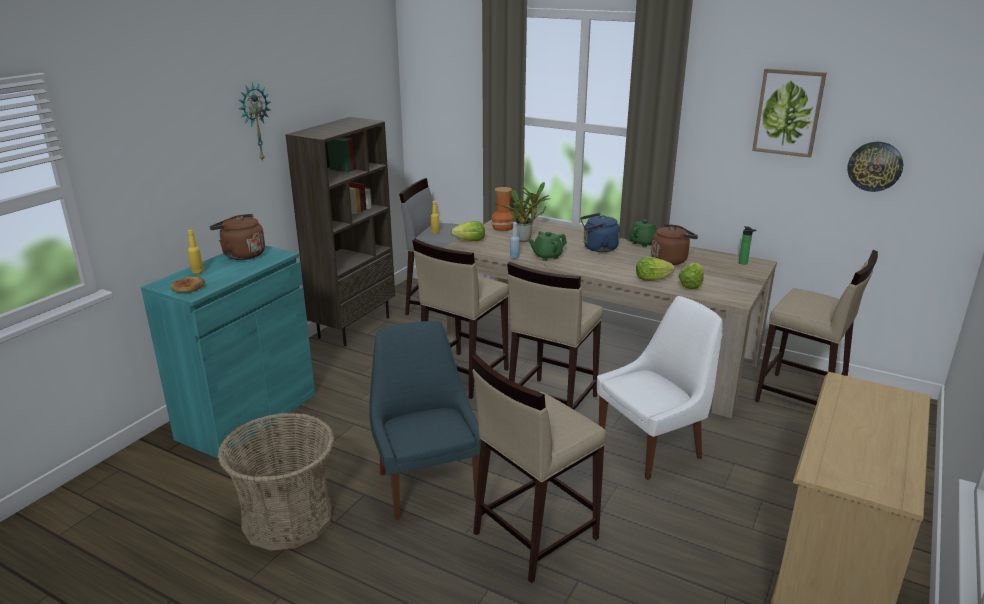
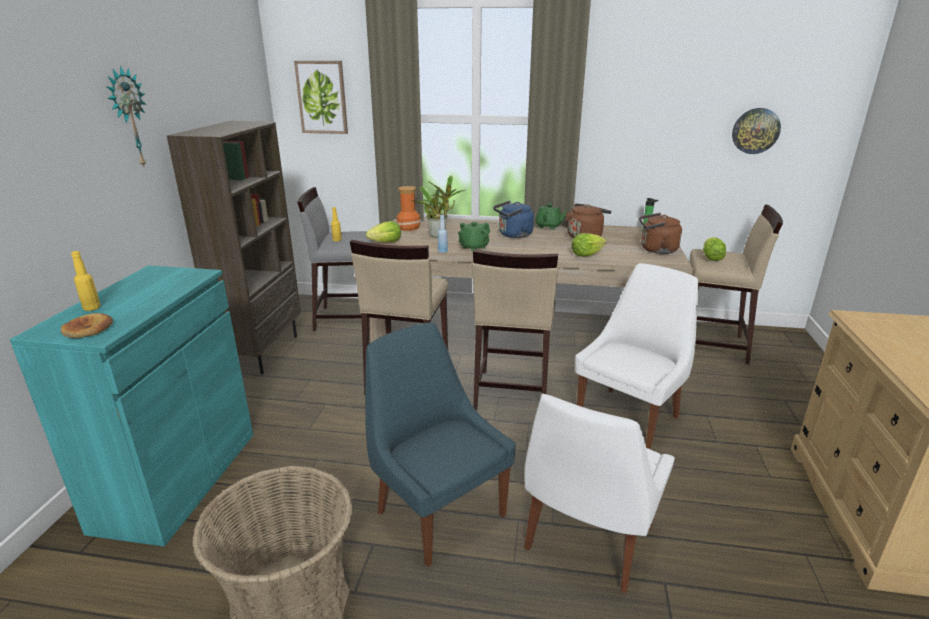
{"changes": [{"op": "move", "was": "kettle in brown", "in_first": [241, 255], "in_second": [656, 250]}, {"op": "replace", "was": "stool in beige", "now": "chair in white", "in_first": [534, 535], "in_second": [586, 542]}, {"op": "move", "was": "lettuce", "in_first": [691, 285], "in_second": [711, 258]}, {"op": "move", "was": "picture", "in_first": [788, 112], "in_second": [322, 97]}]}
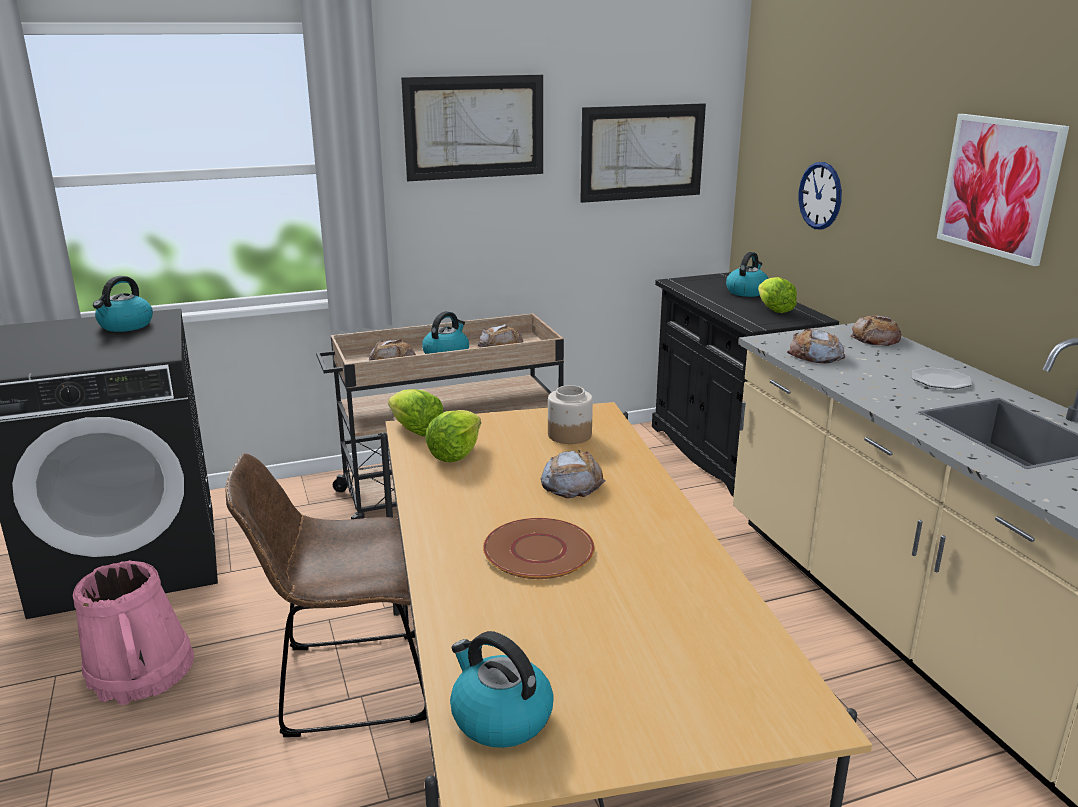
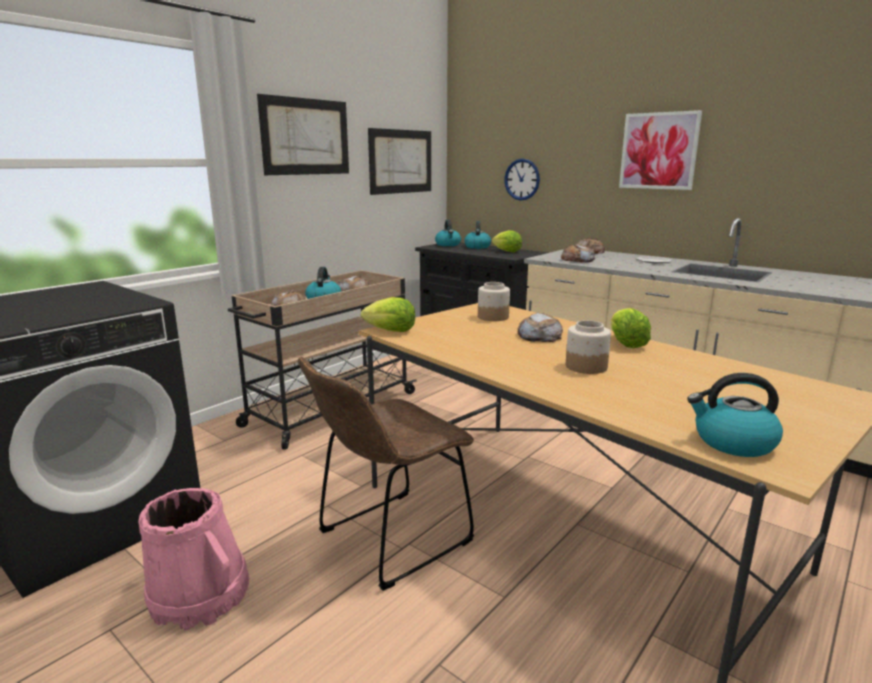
{"changes": [{"op": "move", "was": "kettle", "in_first": [125, 326], "in_second": [448, 245]}, {"op": "move", "was": "lettuce", "in_first": [455, 454], "in_second": [625, 343]}, {"op": "replace", "was": "plate in brown", "now": "jar", "in_first": [538, 550], "in_second": [585, 367]}]}
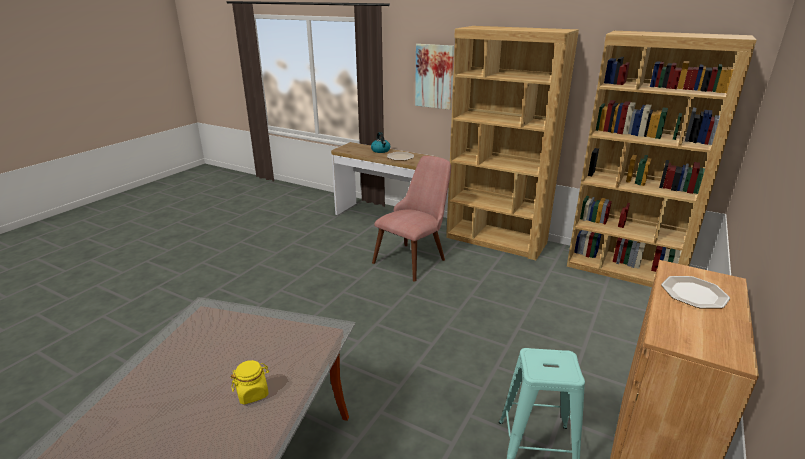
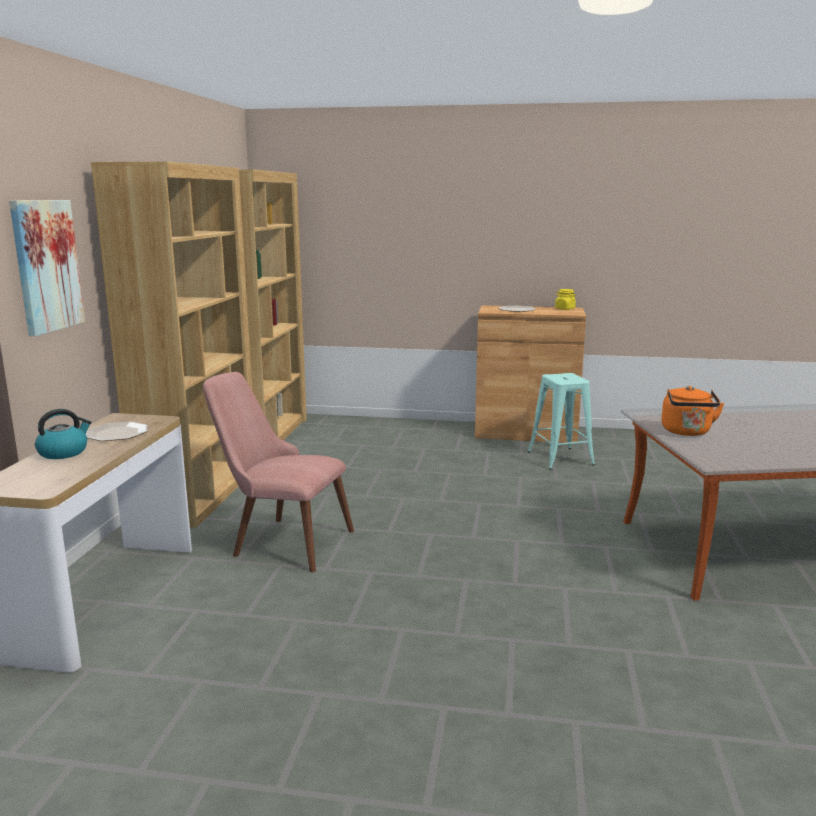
{"changes": [{"op": "move", "was": "jar in yellow", "in_first": [253, 393], "in_second": [564, 309]}, {"op": "insert", "now": "kettle in orange", "in_second": [687, 432]}]}
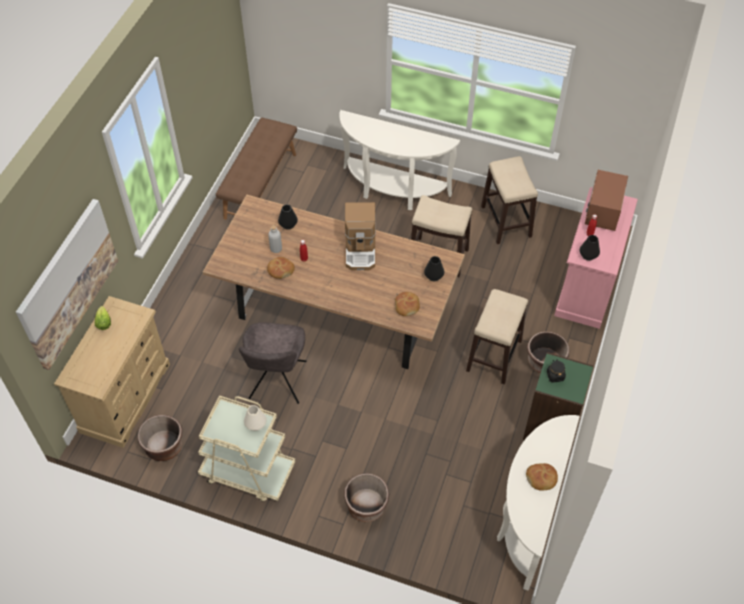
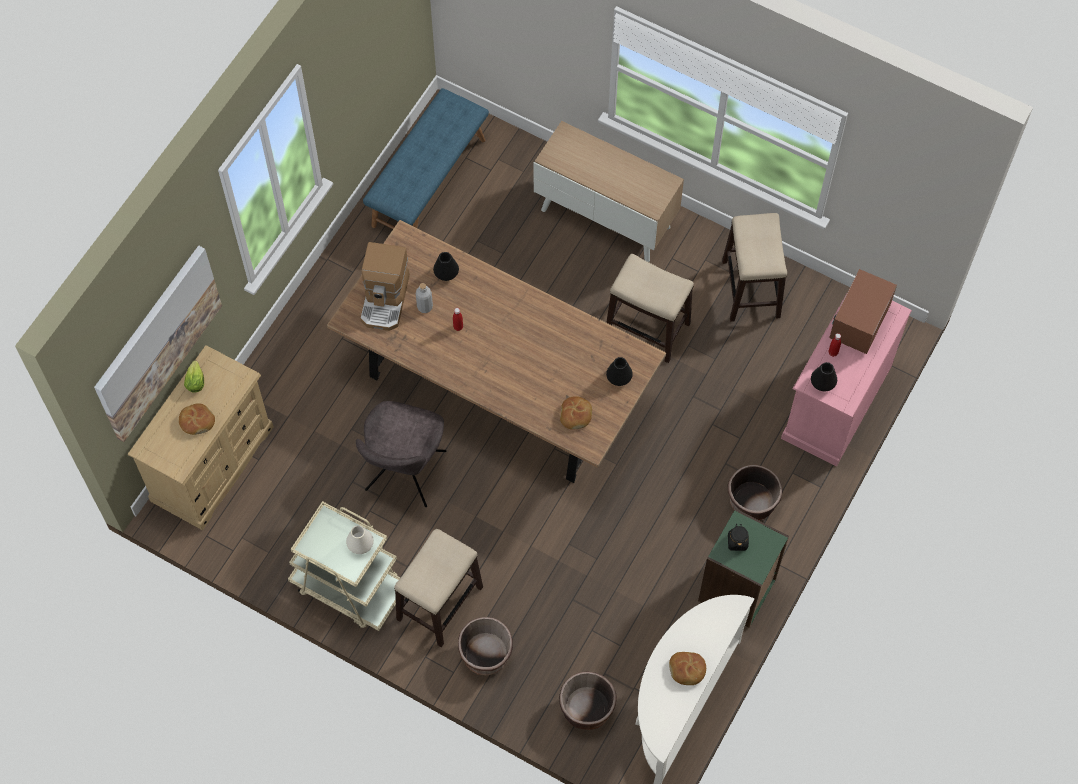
{"changes": [{"op": "move", "was": "planter in brown", "in_first": [164, 447], "in_second": [587, 709]}, {"op": "recolor", "was": "bench in brown", "now": "bench in blue", "in_first": [260, 185], "in_second": [428, 182]}, {"op": "move", "was": "bread", "in_first": [280, 270], "in_second": [197, 421]}, {"op": "replace", "was": "console table in white", "now": "cabinet", "in_first": [392, 191], "in_second": [606, 218]}, {"op": "move", "was": "coffee machine", "in_first": [361, 249], "in_second": [386, 299]}, {"op": "move", "was": "stool", "in_first": [494, 356], "in_second": [439, 604]}]}
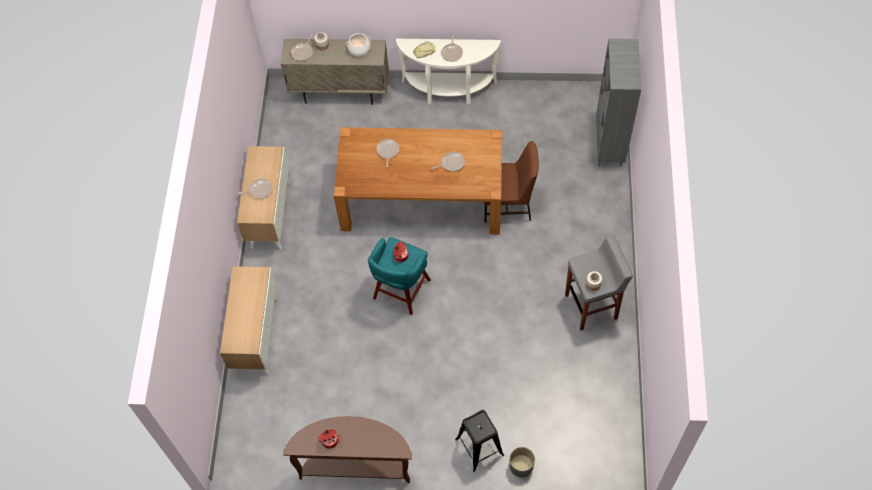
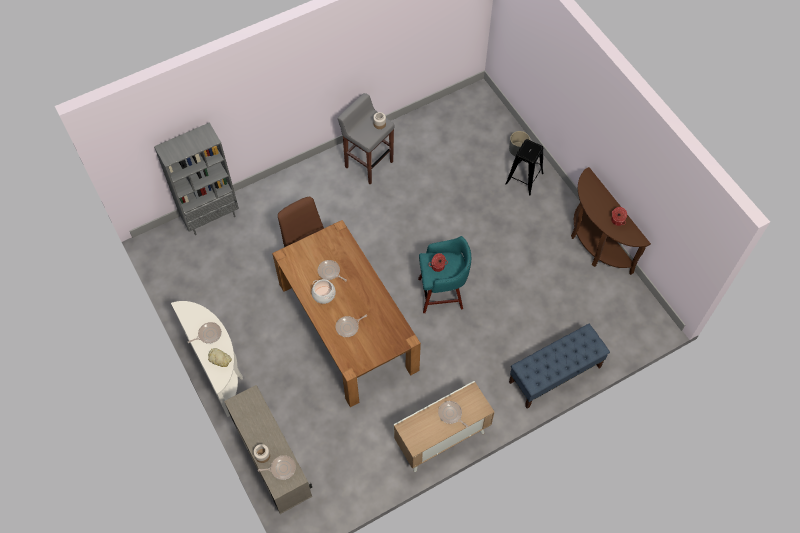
{"changes": [{"op": "replace", "was": "cabinet", "now": "bench in blue", "in_first": [256, 335], "in_second": [554, 375]}, {"op": "move", "was": "cooking pot", "in_first": [359, 49], "in_second": [324, 294]}]}
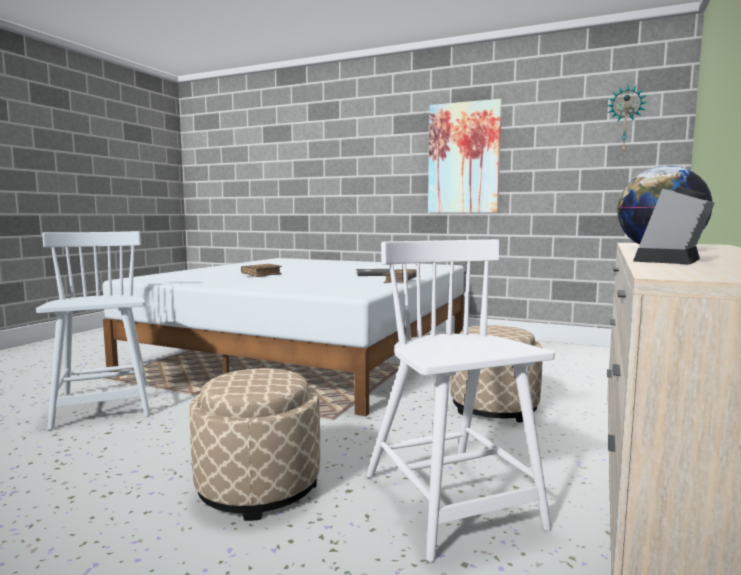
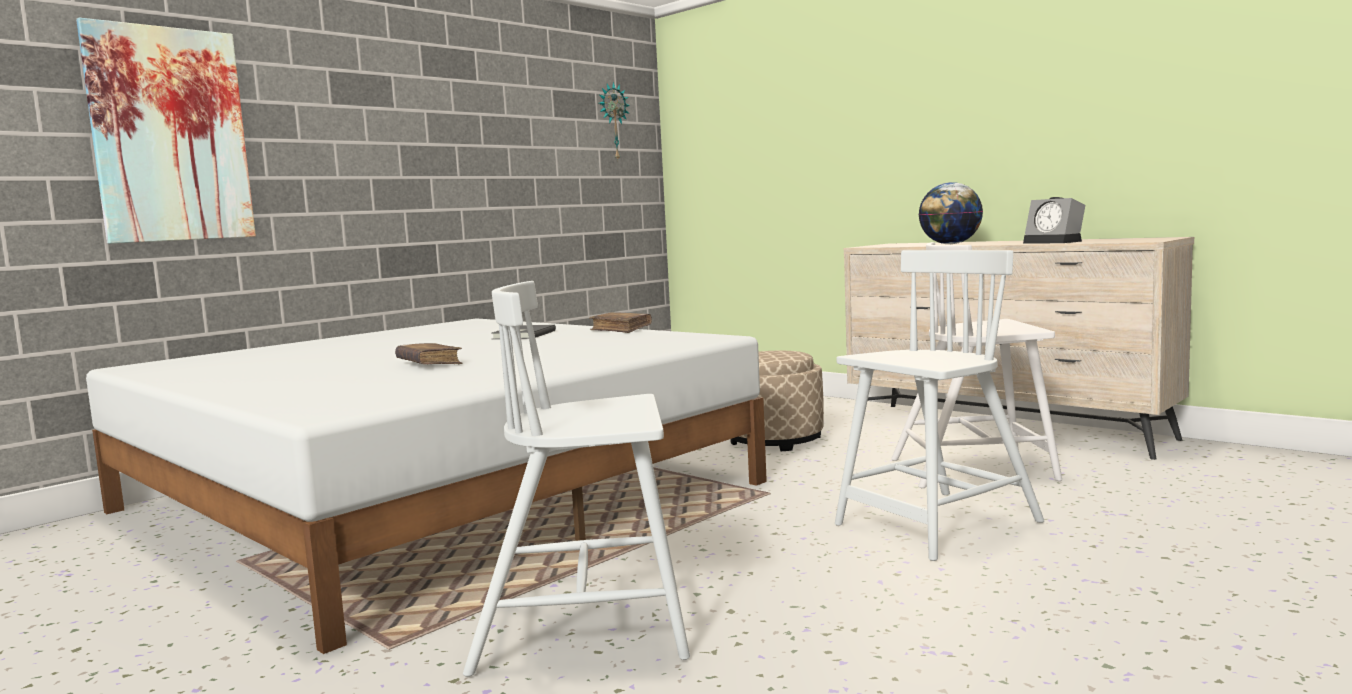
{"changes": [{"op": "replace", "was": "ottoman in beige", "now": "chair in white", "in_first": [258, 487], "in_second": [936, 525]}, {"op": "move", "was": "picture", "in_first": [463, 158], "in_second": [170, 135]}]}
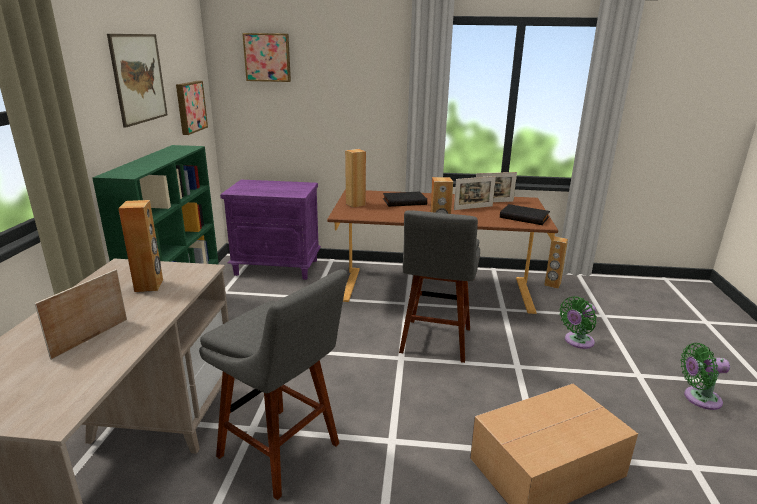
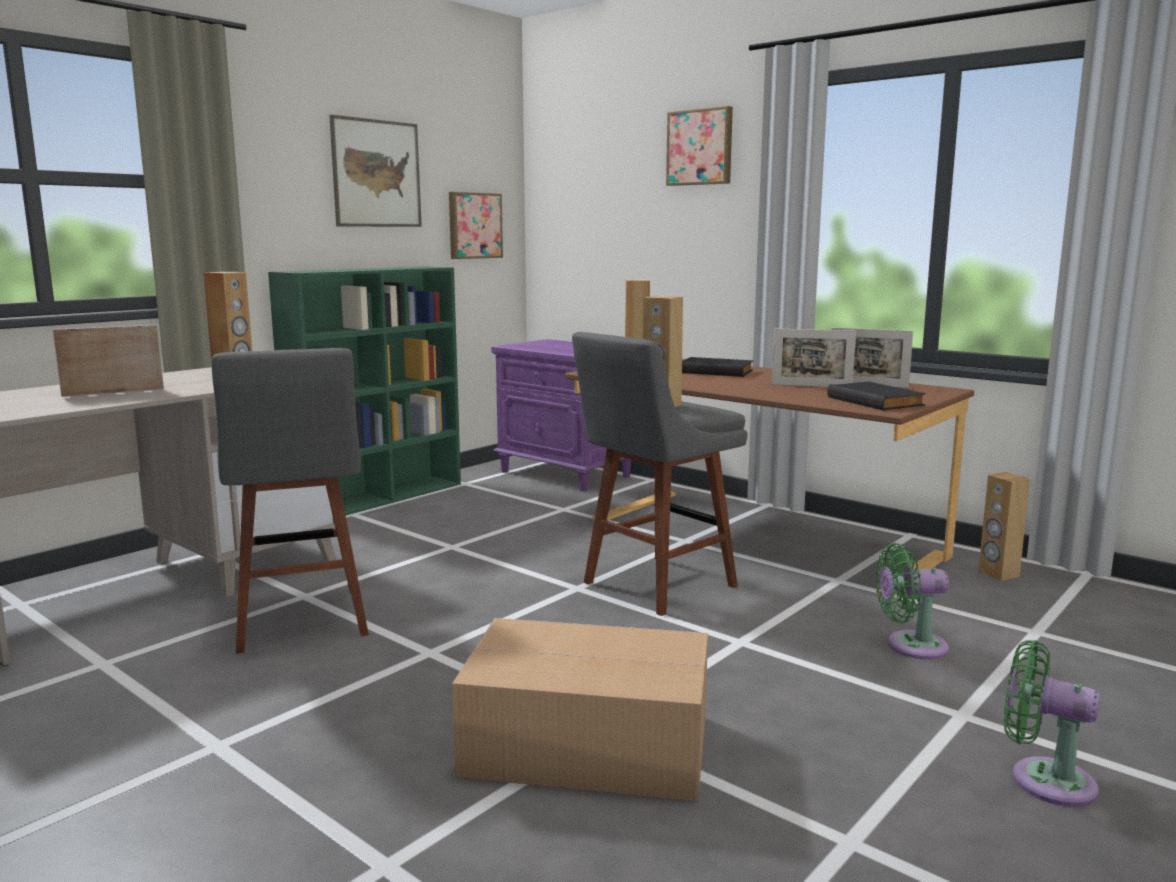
{"changes": [{"op": "move", "was": "picture", "in_first": [267, 57], "in_second": [700, 147]}]}
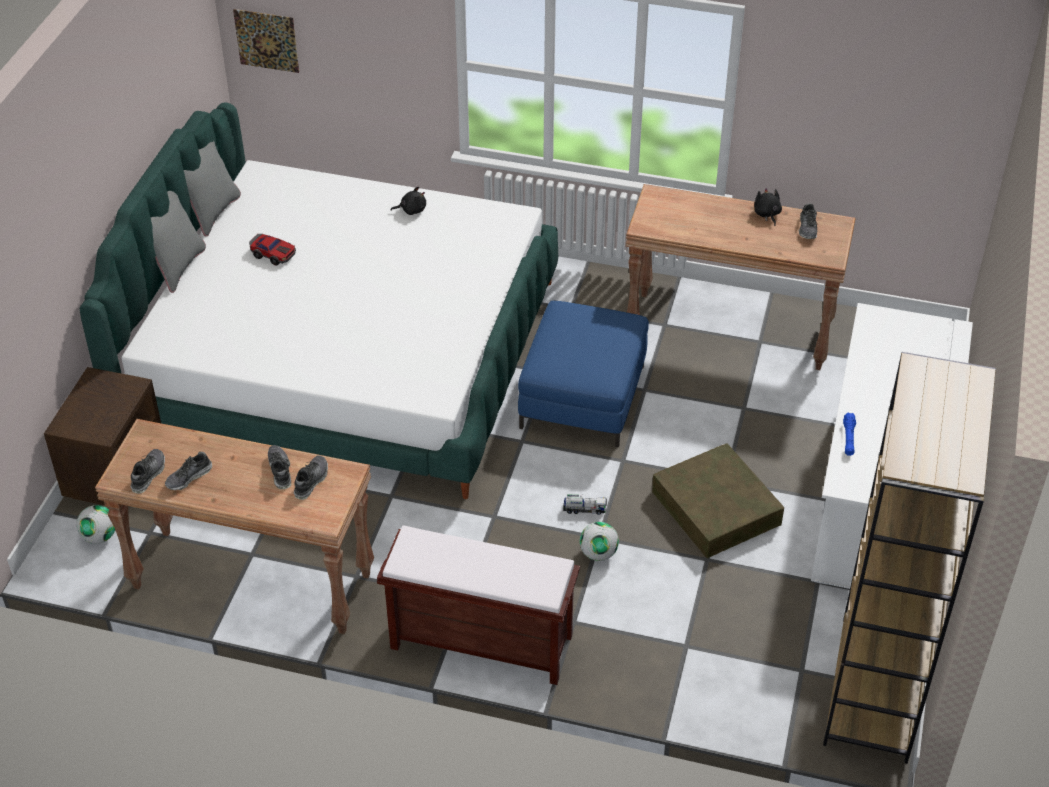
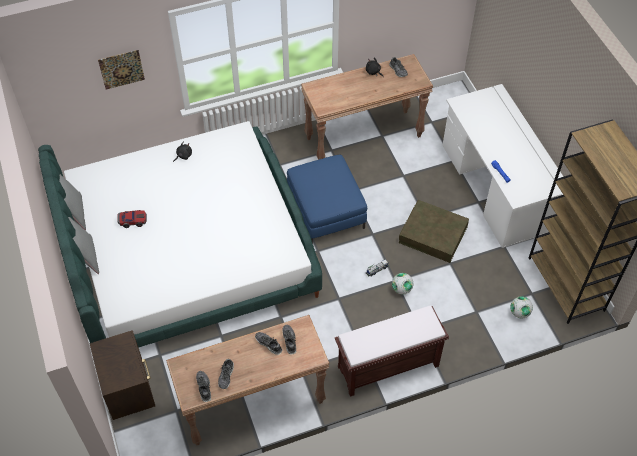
{"changes": [{"op": "move", "was": "football", "in_first": [99, 537], "in_second": [519, 313]}, {"op": "move", "was": "picture", "in_first": [266, 40], "in_second": [121, 69]}]}
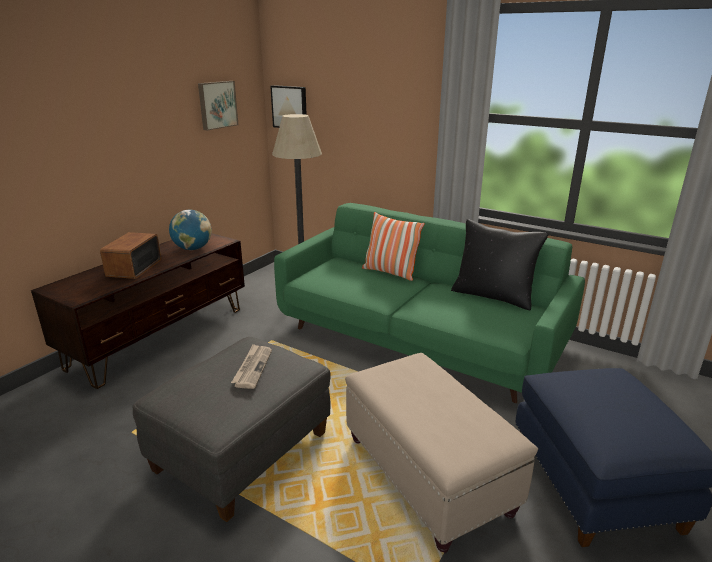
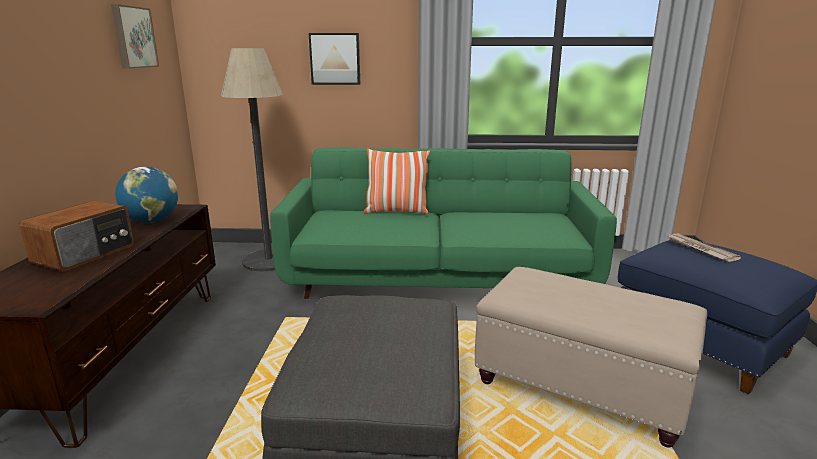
{"changes": [{"op": "rotate", "was": "radio", "in_first": [133, 268], "in_second": [86, 254], "clockwise": -135}, {"op": "move", "was": "newspaper", "in_first": [252, 367], "in_second": [699, 249]}, {"op": "move", "was": "picture", "in_first": [290, 107], "in_second": [335, 59]}, {"op": "delete", "was": "pillow in black", "in_first": [493, 296]}]}
